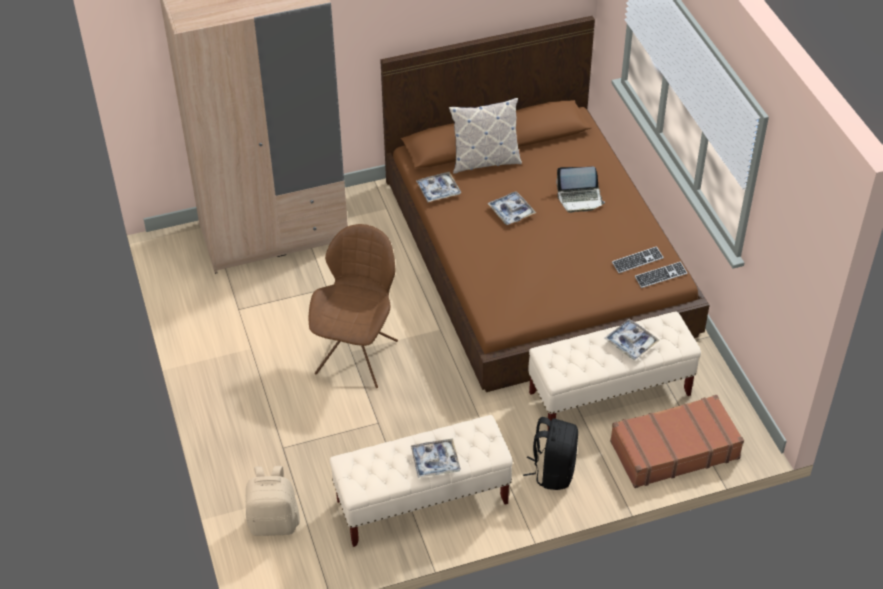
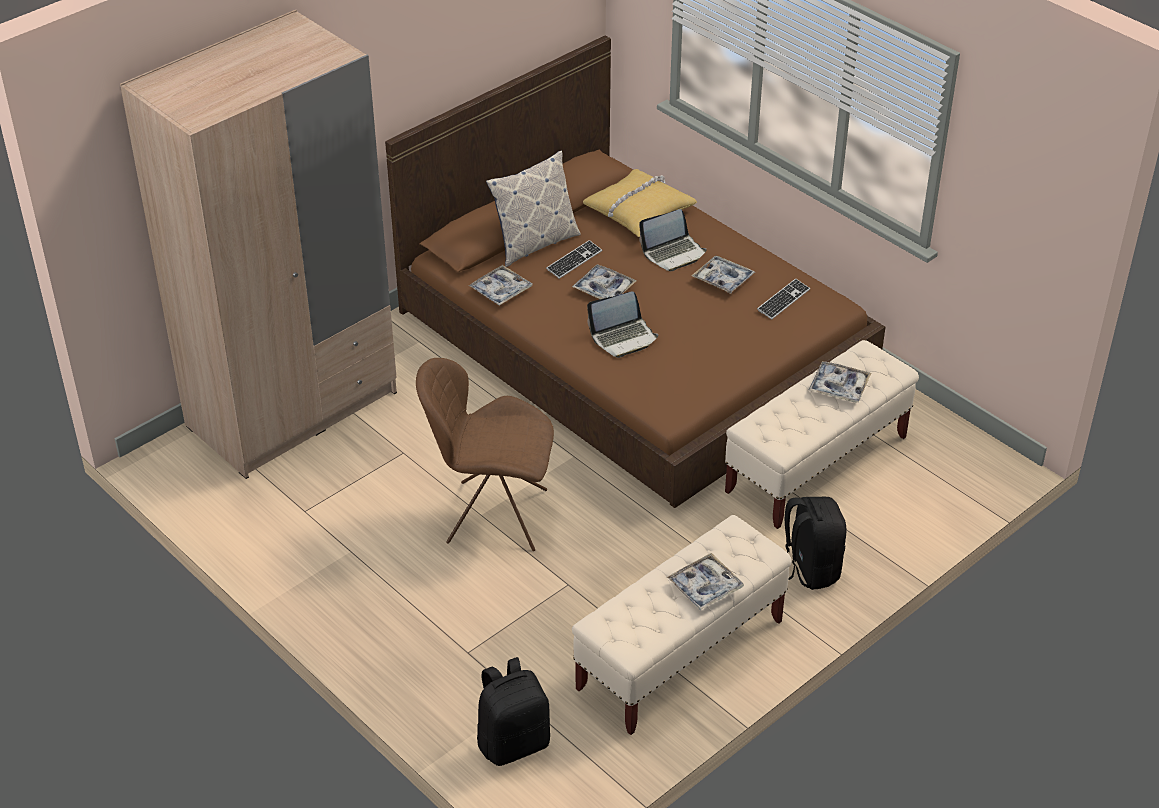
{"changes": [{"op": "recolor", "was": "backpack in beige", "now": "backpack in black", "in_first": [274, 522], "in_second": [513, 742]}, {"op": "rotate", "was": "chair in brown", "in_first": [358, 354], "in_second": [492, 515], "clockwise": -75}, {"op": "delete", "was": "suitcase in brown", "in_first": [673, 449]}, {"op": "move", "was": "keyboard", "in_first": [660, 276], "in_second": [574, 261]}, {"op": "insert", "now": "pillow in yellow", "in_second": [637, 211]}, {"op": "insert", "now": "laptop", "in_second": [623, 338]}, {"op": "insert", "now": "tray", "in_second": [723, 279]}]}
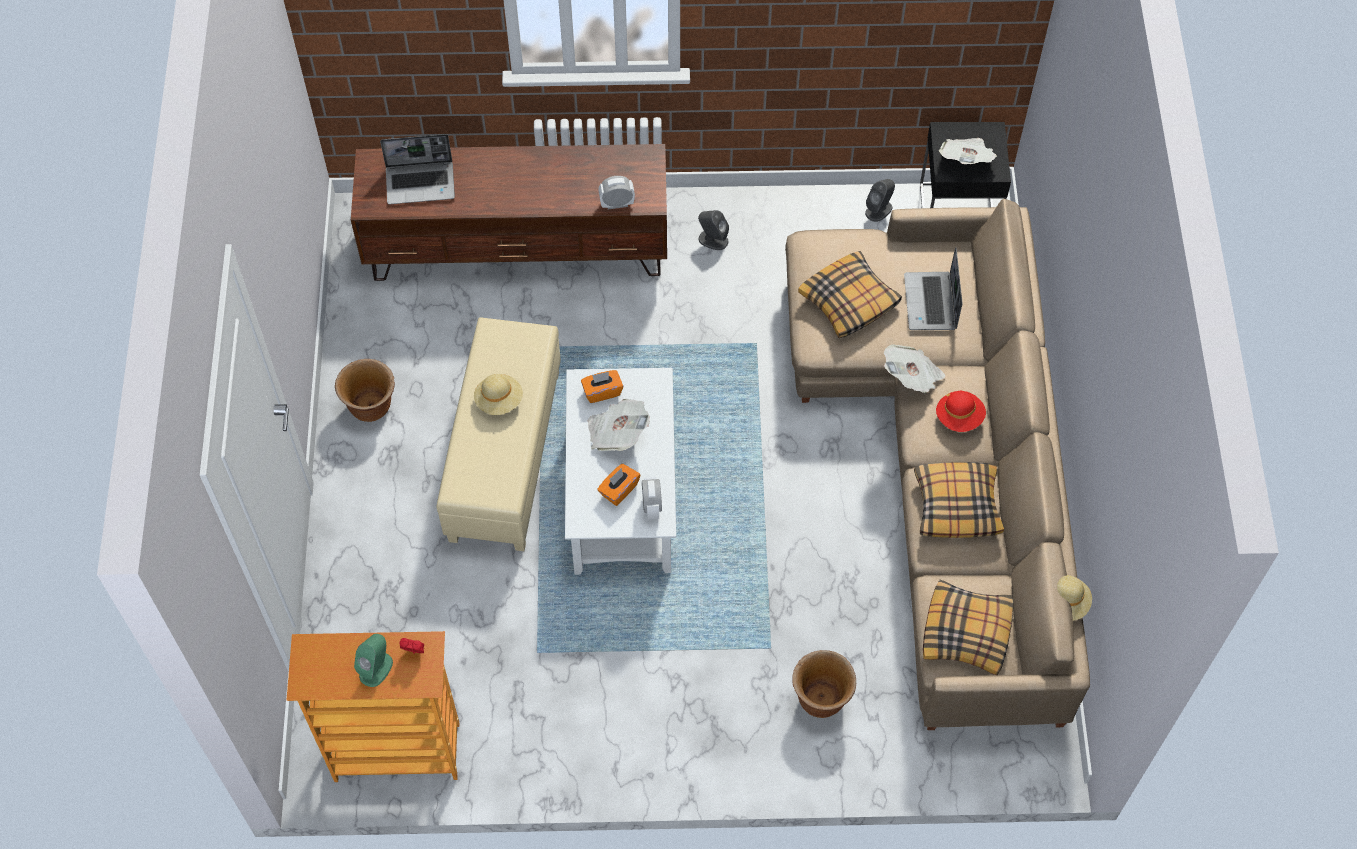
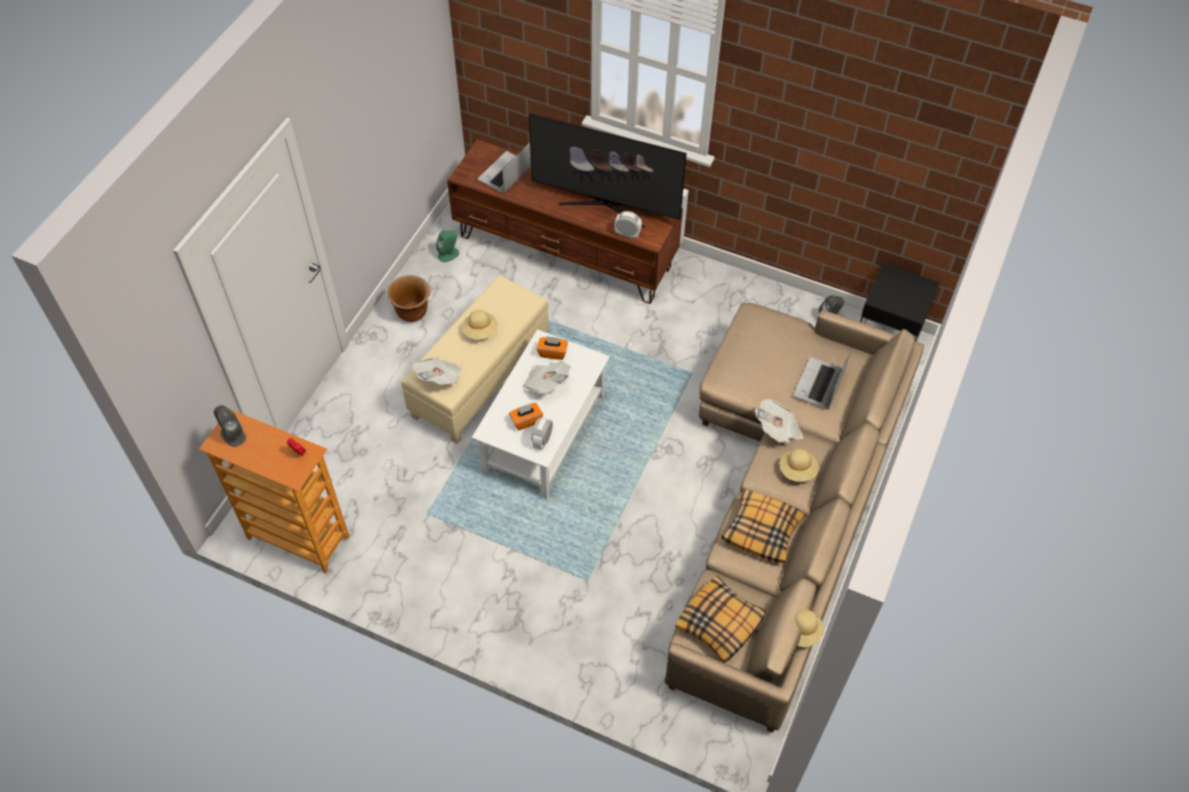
{"changes": [{"op": "move", "was": "speaker in green", "in_first": [376, 668], "in_second": [448, 254]}, {"op": "rotate", "was": "laptop", "in_first": [421, 183], "in_second": [505, 174], "clockwise": 105}, {"op": "move", "was": "speaker in grey", "in_first": [713, 240], "in_second": [233, 434]}, {"op": "delete", "was": "planter in brown", "in_first": [820, 699]}, {"op": "delete", "was": "pillow", "in_first": [849, 301]}, {"op": "recolor", "was": "hat in red", "now": "hat in beige", "in_first": [959, 417], "in_second": [797, 471]}, {"op": "move", "was": "newspaper", "in_first": [966, 160], "in_second": [440, 378]}, {"op": "insert", "now": "television", "in_second": [605, 205]}]}
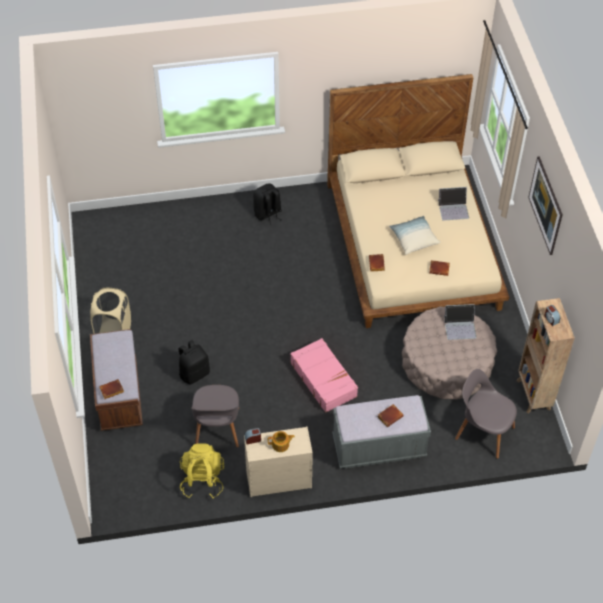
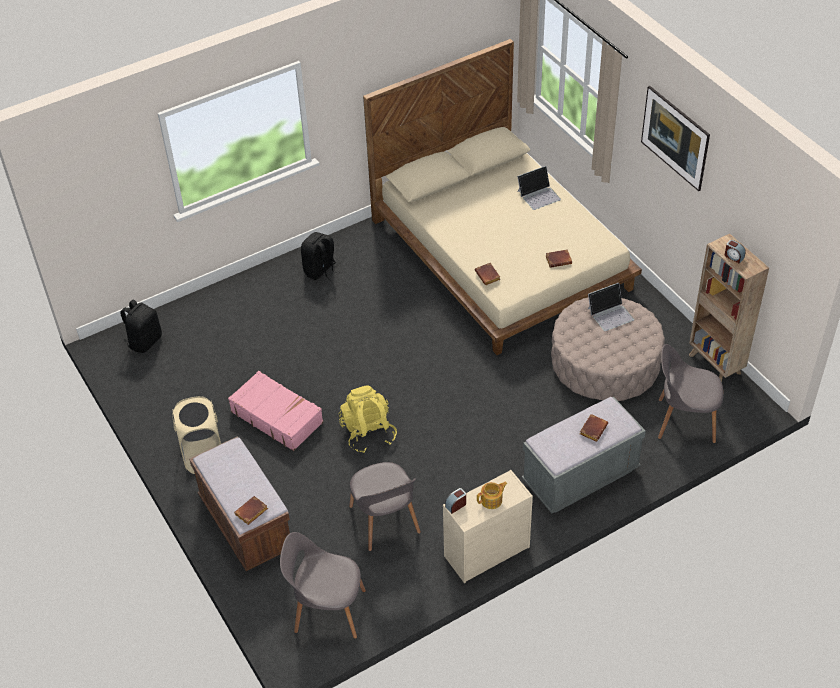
{"changes": [{"op": "move", "was": "backpack in black", "in_first": [194, 373], "in_second": [145, 341]}, {"op": "move", "was": "backpack in yellow", "in_first": [202, 480], "in_second": [368, 433]}, {"op": "move", "was": "suitcase in pink", "in_first": [324, 379], "in_second": [277, 417]}, {"op": "delete", "was": "pillow", "in_first": [413, 239]}, {"op": "insert", "now": "chair in grey", "in_second": [327, 610]}]}
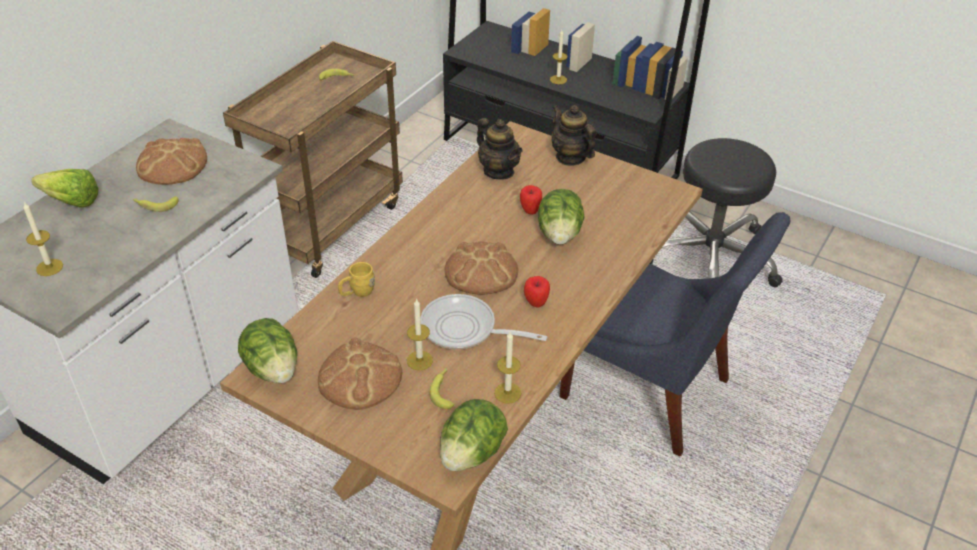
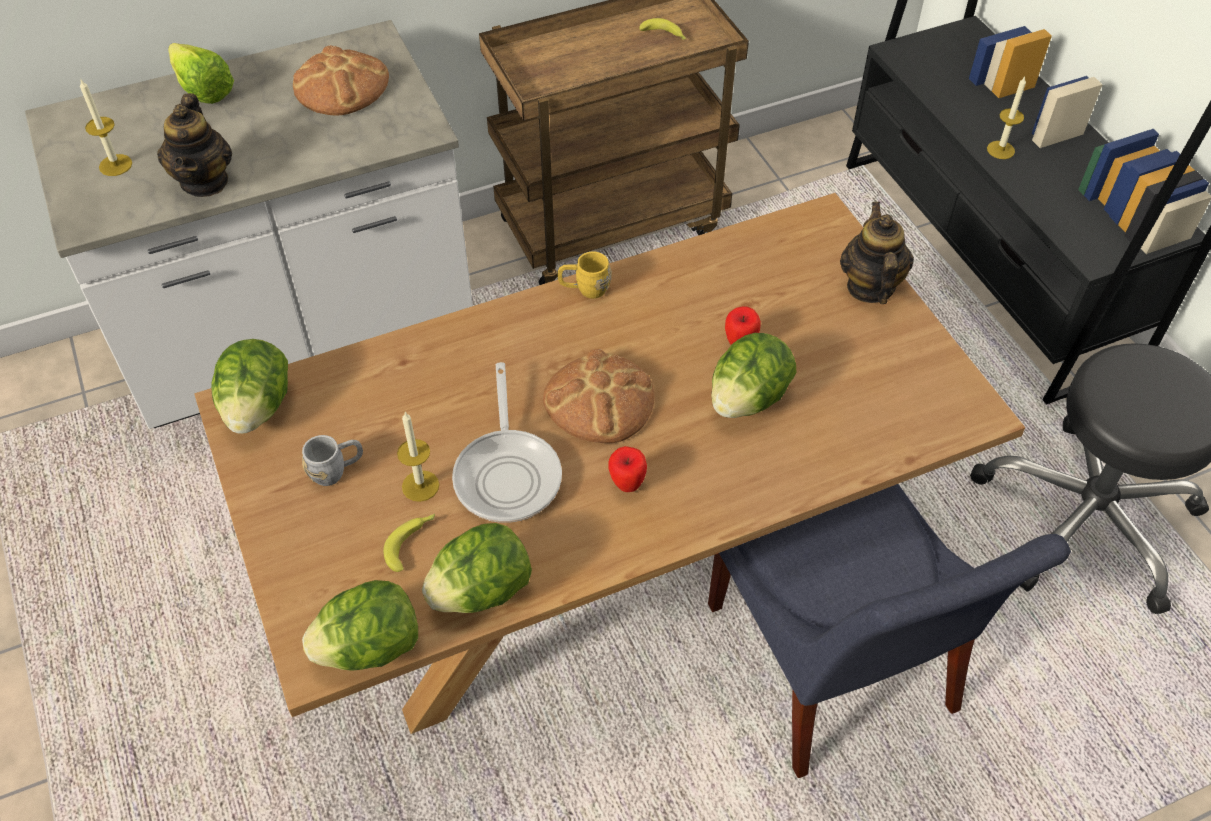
{"changes": [{"op": "delete", "was": "banana", "in_first": [155, 205]}, {"op": "replace", "was": "bread", "now": "mug in grey", "in_first": [360, 377], "in_second": [336, 471]}, {"op": "move", "was": "mug in yellow", "in_first": [357, 292], "in_second": [584, 289]}, {"op": "rotate", "was": "frying pan", "in_first": [464, 329], "in_second": [508, 473], "clockwise": -150}, {"op": "move", "was": "teapot", "in_first": [498, 171], "in_second": [205, 181]}, {"op": "replace", "was": "candle", "now": "lettuce", "in_first": [507, 393], "in_second": [481, 590]}]}
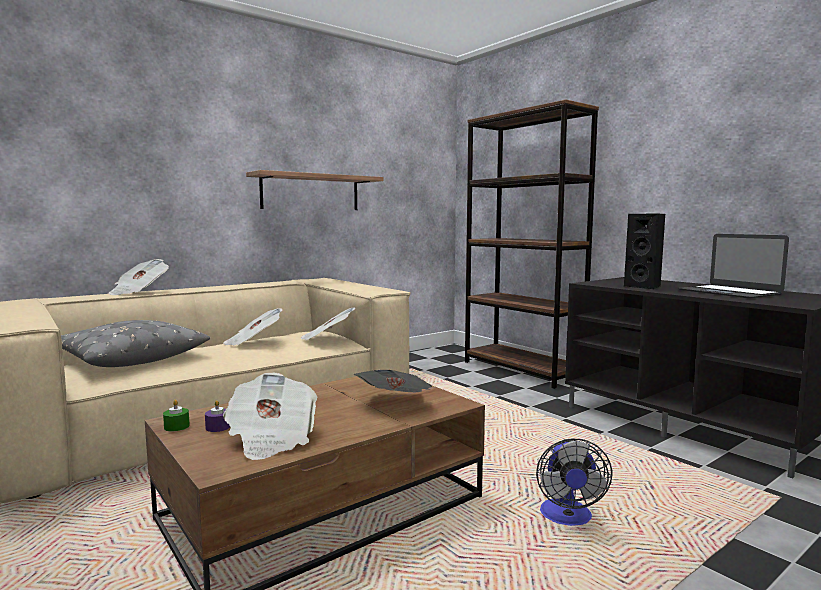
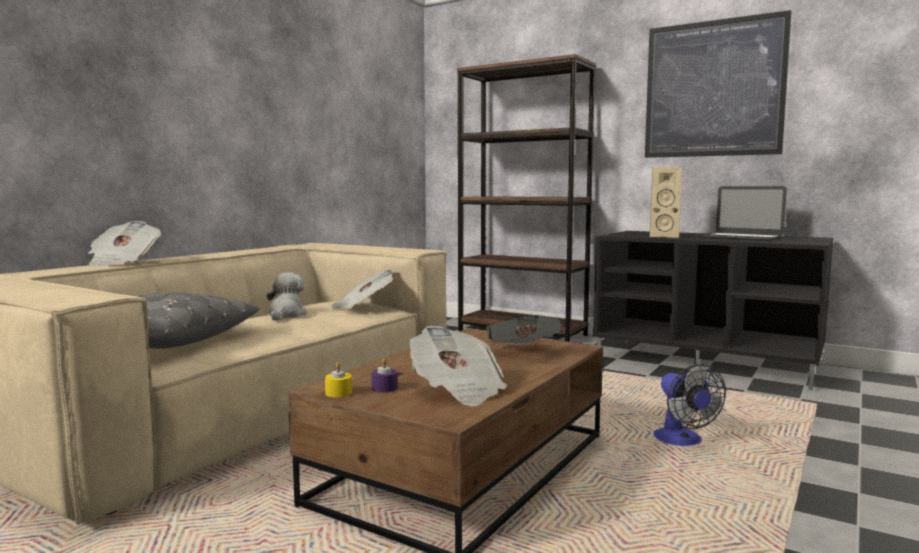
{"changes": [{"op": "recolor", "was": "candle in green", "now": "candle in yellow", "in_first": [176, 426], "in_second": [338, 393]}, {"op": "replace", "was": "newspaper", "now": "plush toy", "in_first": [253, 342], "in_second": [285, 315]}, {"op": "delete", "was": "shelf", "in_first": [311, 192]}, {"op": "recolor", "was": "speaker in black", "now": "speaker in beige", "in_first": [644, 286], "in_second": [666, 236]}, {"op": "insert", "now": "picture", "in_second": [713, 89]}]}
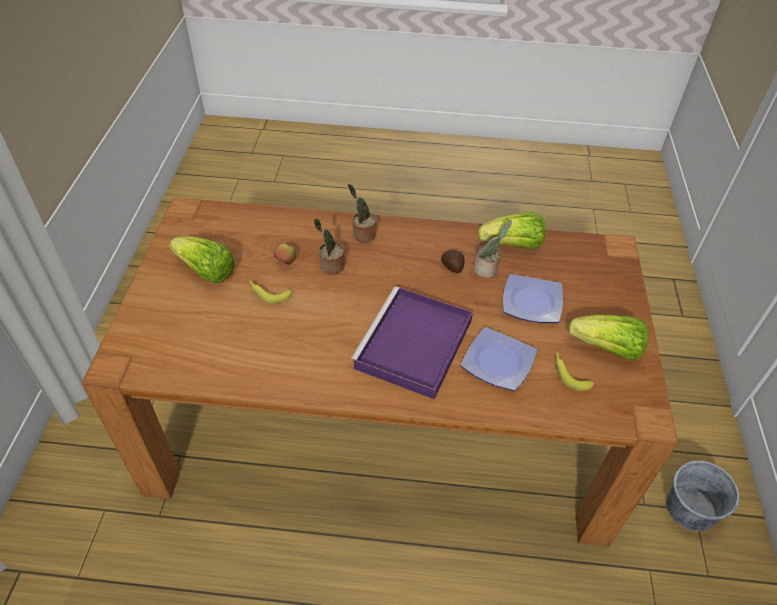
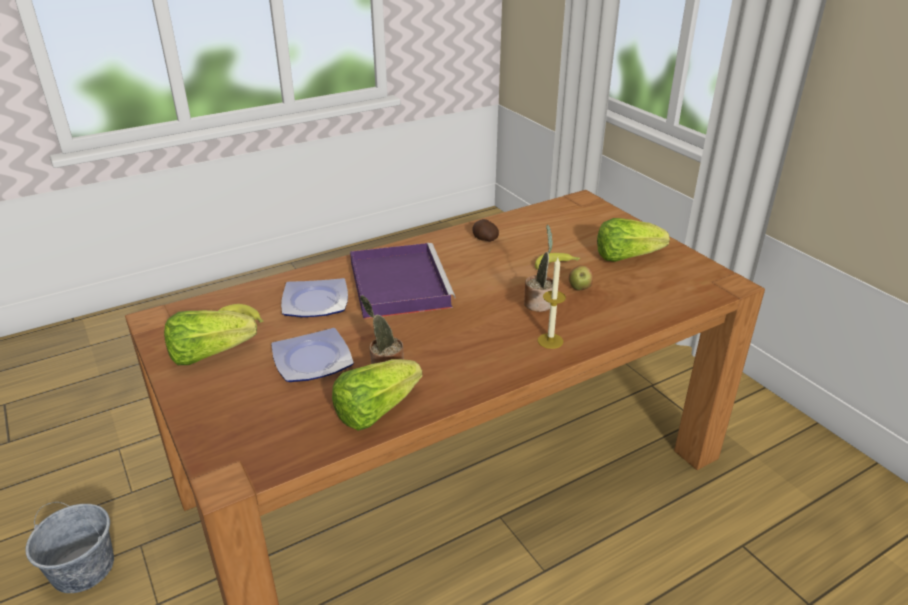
{"changes": [{"op": "replace", "was": "potted plant", "now": "candle", "in_first": [362, 235], "in_second": [550, 341]}, {"op": "move", "was": "potato", "in_first": [452, 268], "in_second": [484, 239]}]}
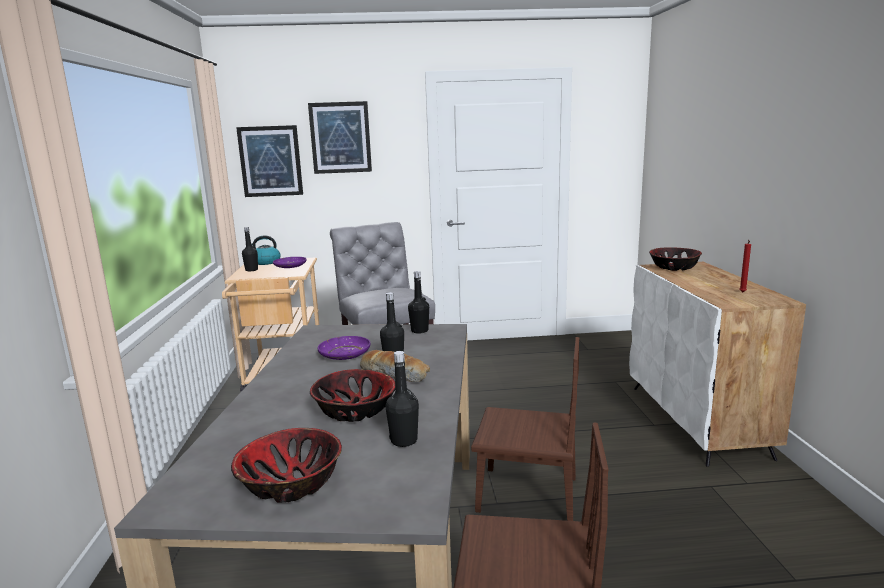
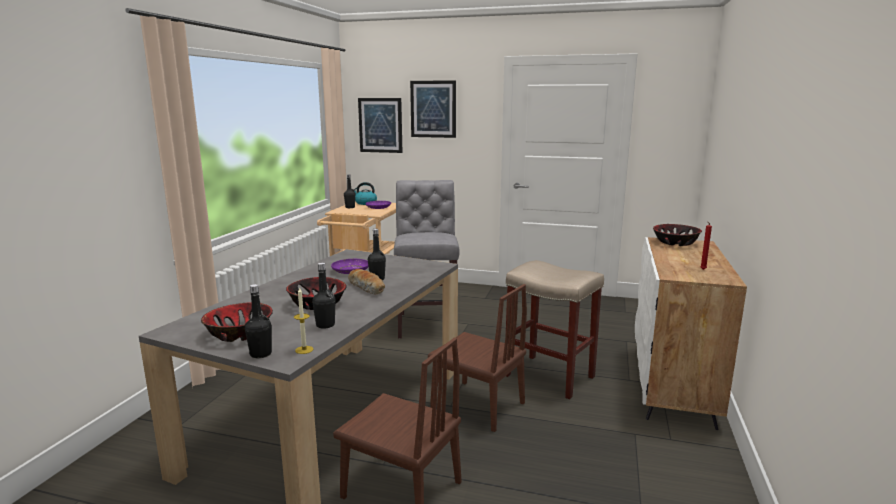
{"changes": [{"op": "move", "was": "bottle in black", "in_first": [419, 331], "in_second": [261, 354]}, {"op": "insert", "now": "candle", "in_second": [304, 350]}, {"op": "insert", "now": "stool in beige", "in_second": [550, 376]}]}
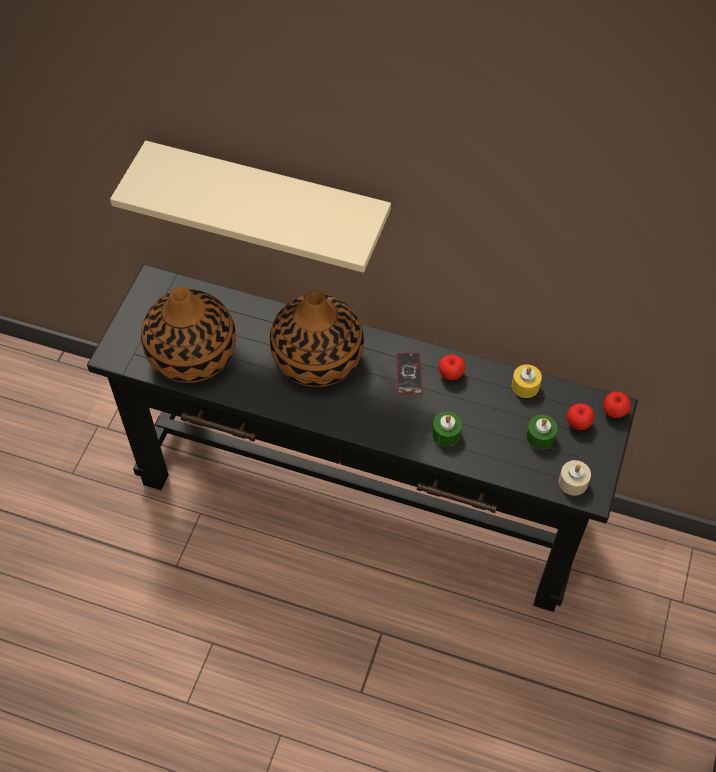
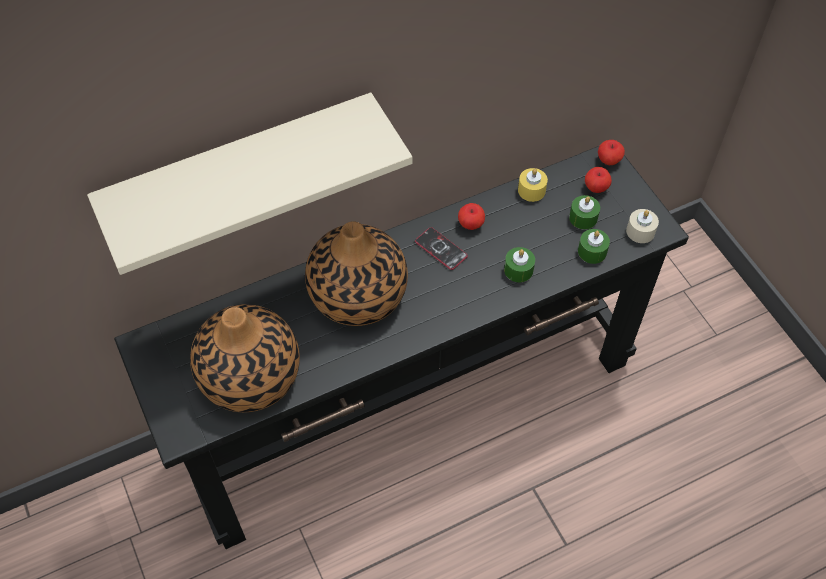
{"changes": [{"op": "insert", "now": "candle in green", "in_second": [592, 251]}]}
